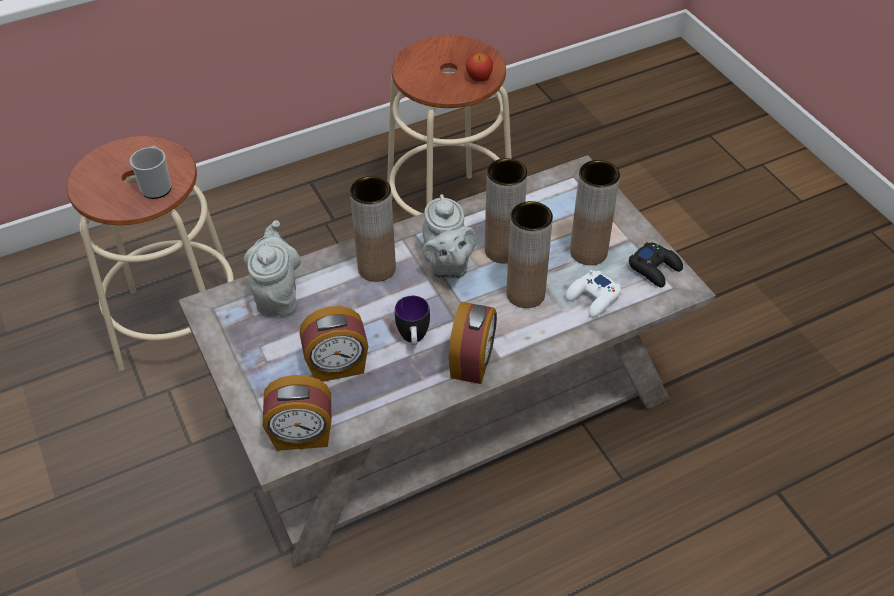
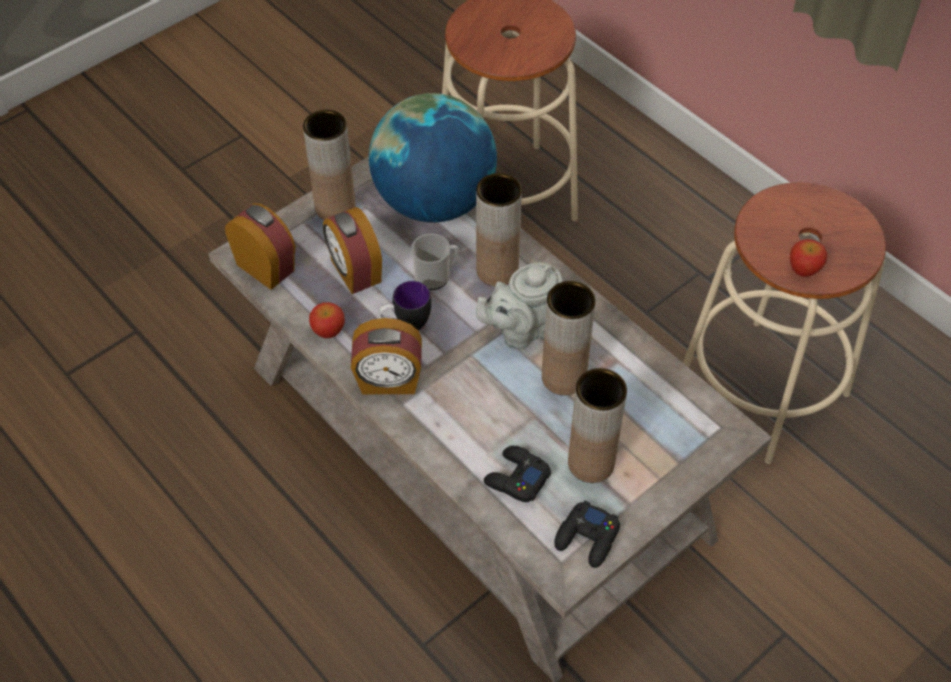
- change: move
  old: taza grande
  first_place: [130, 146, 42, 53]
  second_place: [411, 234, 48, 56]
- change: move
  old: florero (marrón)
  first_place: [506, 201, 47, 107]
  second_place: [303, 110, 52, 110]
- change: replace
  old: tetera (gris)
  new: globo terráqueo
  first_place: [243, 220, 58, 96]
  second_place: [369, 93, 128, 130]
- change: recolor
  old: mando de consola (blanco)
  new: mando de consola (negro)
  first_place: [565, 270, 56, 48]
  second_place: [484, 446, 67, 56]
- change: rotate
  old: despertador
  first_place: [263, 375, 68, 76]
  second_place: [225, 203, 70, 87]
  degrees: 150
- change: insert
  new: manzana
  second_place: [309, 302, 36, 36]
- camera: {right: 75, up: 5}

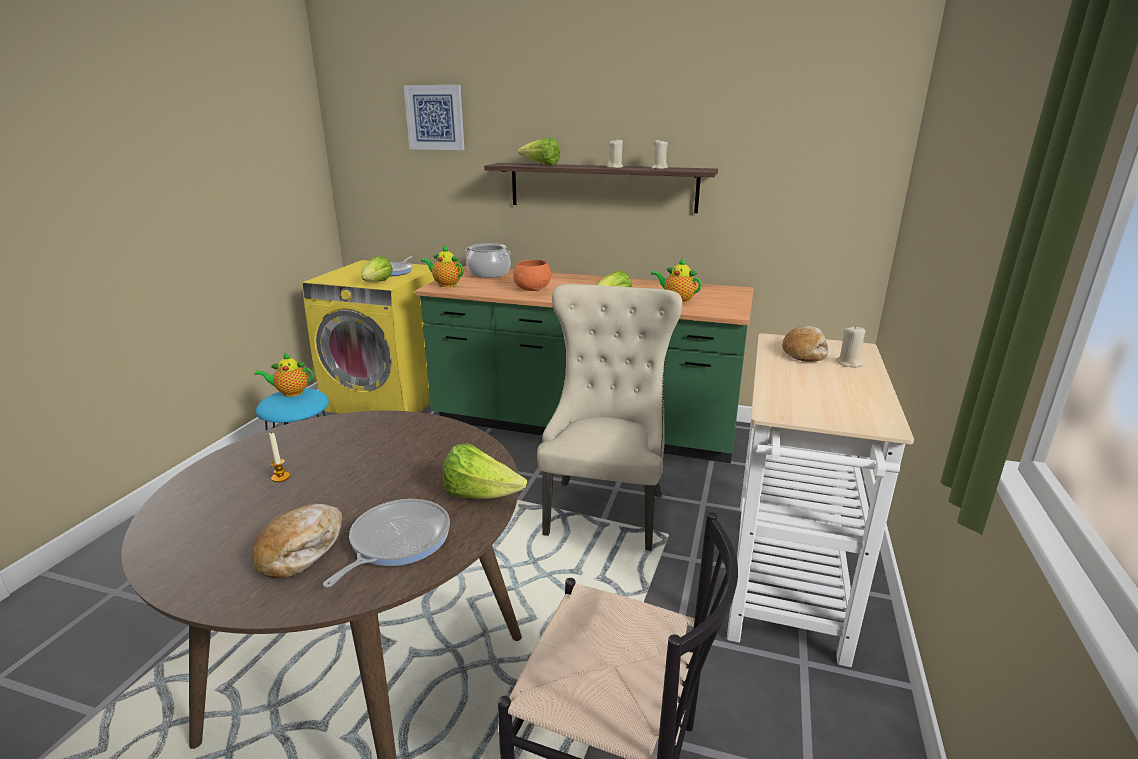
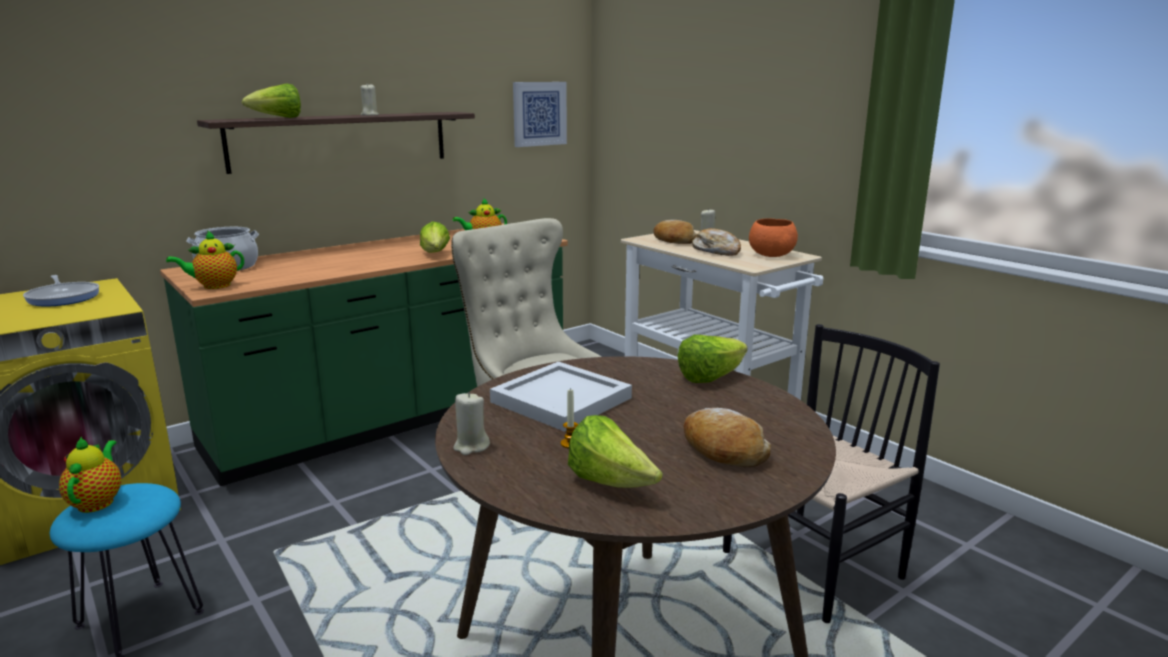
- change: move
  old: cuadro
  first_place: [404, 85, 60, 65]
  second_place: [513, 82, 54, 65]
- change: move
  old: vela (beis)
  first_place: [651, 139, 17, 30]
  second_place: [453, 392, 37, 63]
- change: move
  old: lechuga
  first_place: [361, 256, 32, 26]
  second_place: [568, 415, 95, 73]
- change: move
  old: cuenco (naranja)
  first_place: [513, 260, 38, 31]
  second_place: [749, 218, 49, 39]
- change: rotate
  old: tetera
  first_place: [254, 352, 59, 45]
  second_place: [59, 436, 62, 77]
  degrees: 150
- change: delete
  old: sartén
  first_place: [323, 499, 127, 88]
- change: insert
  new: pan
  second_place: [692, 228, 49, 28]
- change: insert
  new: bandeja (blanco)
  second_place: [490, 361, 142, 71]
- camera: {right: -55, up: -5}

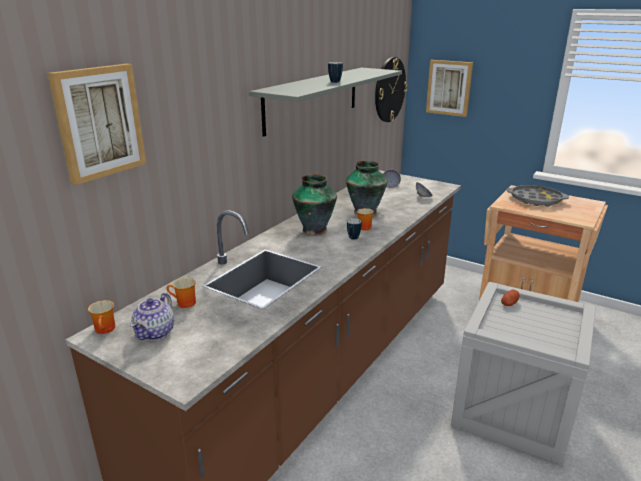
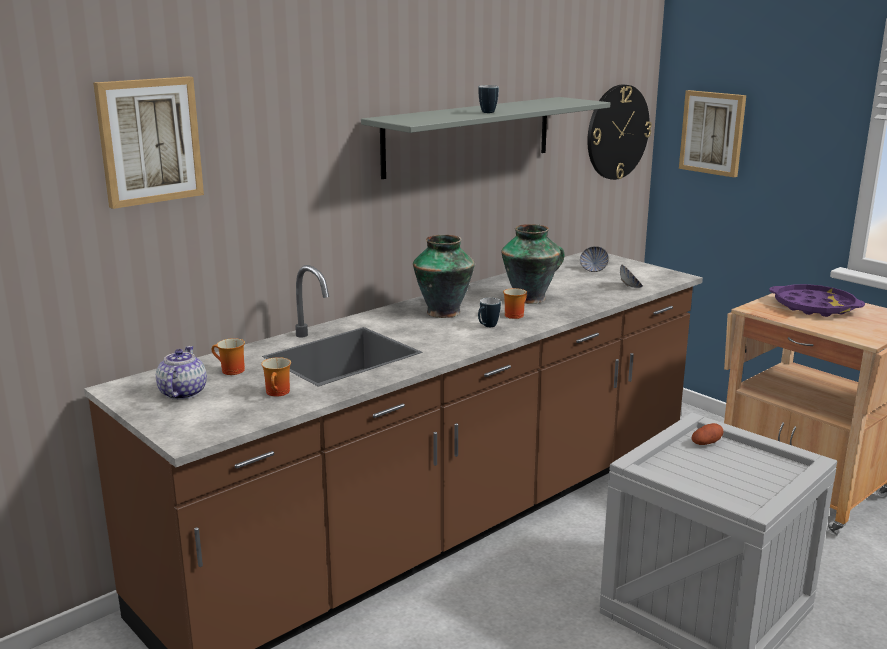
- change: recolor
  old: bandeja (gris)
  new: bandeja (morado)
  first_place: [507, 185, 62, 22]
  second_place: [769, 284, 96, 33]
- change: rotate
  old: tetera
  first_place: [130, 293, 44, 48]
  second_place: [156, 346, 51, 54]
  degrees: 150
- change: move
  old: taza grande
  first_place: [88, 300, 27, 34]
  second_place: [261, 357, 30, 40]
- camera: {right: 15, up: -5}

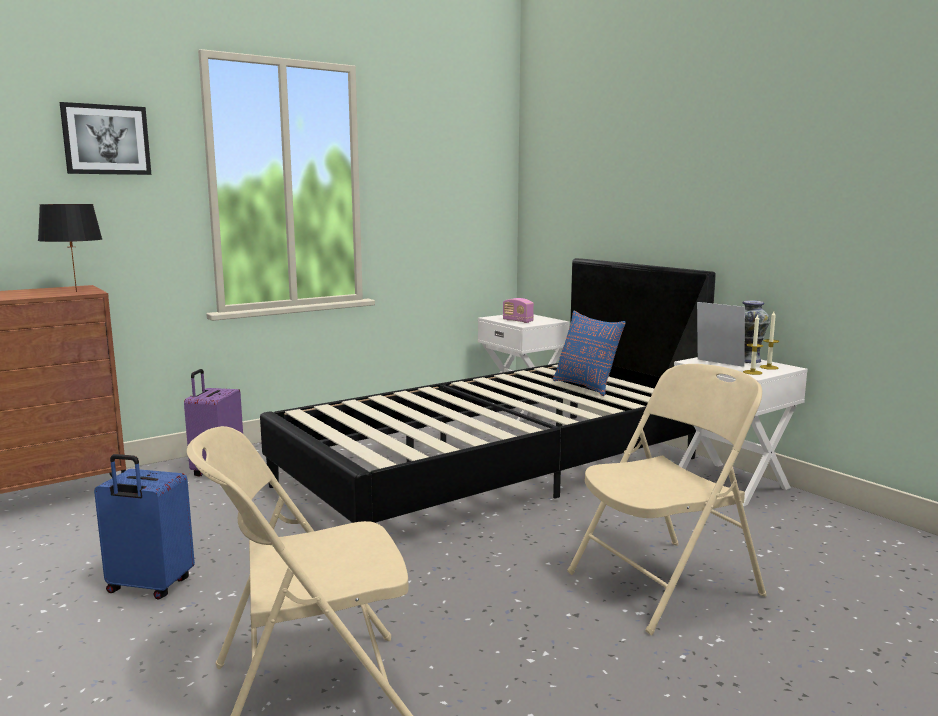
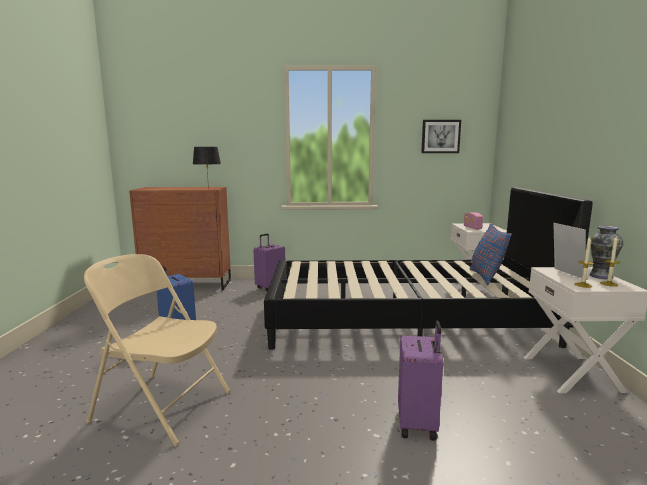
- change: move
  old: cuadro
  first_place: [60, 102, 91, 73]
  second_place: [421, 120, 40, 33]
- change: replace
  old: silla (beis)
  new: maleta (morado)
  first_place: [567, 364, 199, 272]
  second_place: [398, 321, 45, 120]
- camera: {right: 35, up: 0}

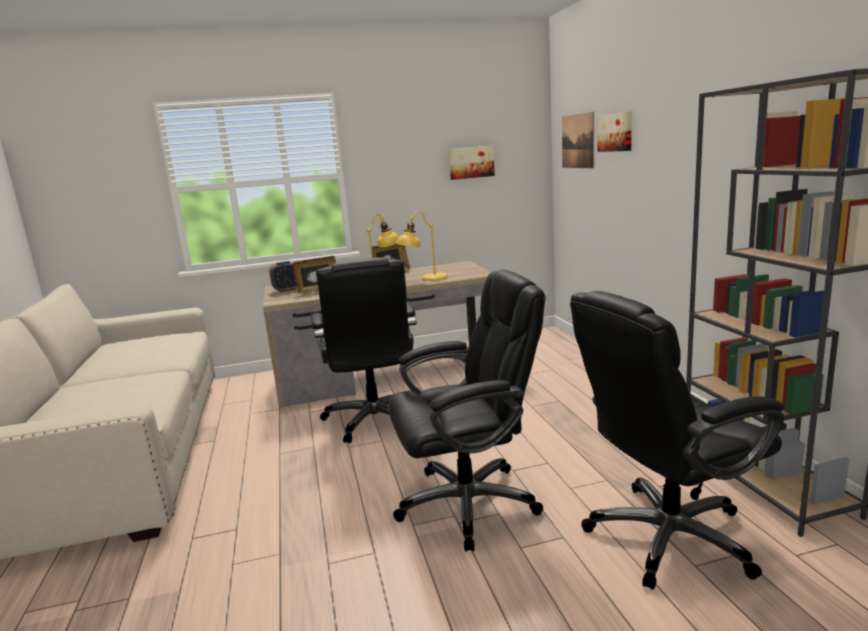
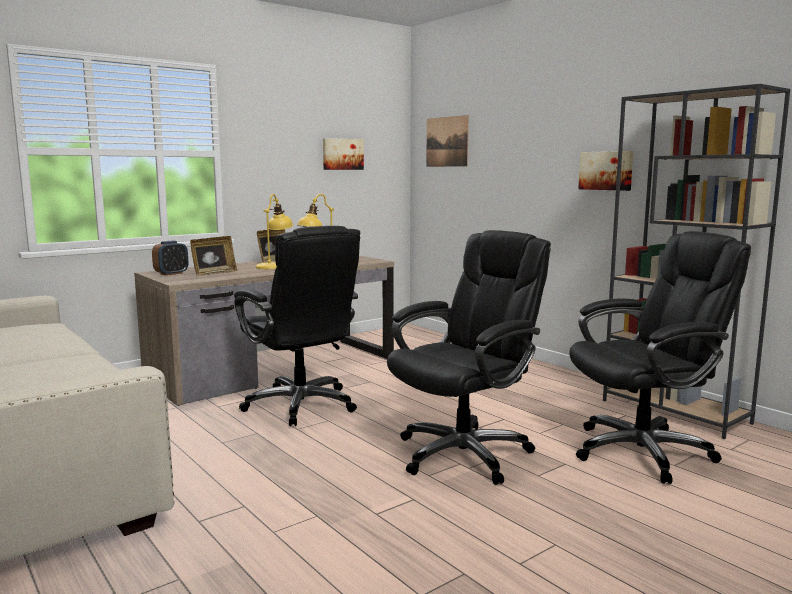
- change: move
  old: cuadro
  first_place: [598, 111, 34, 41]
  second_place: [578, 151, 55, 40]
- change: rotate
  old: silla de oficina (negro)
  first_place: [570, 291, 215, 299]
  second_place: [569, 231, 182, 253]
  degrees: -150
- camera: {right: -25, up: -5}

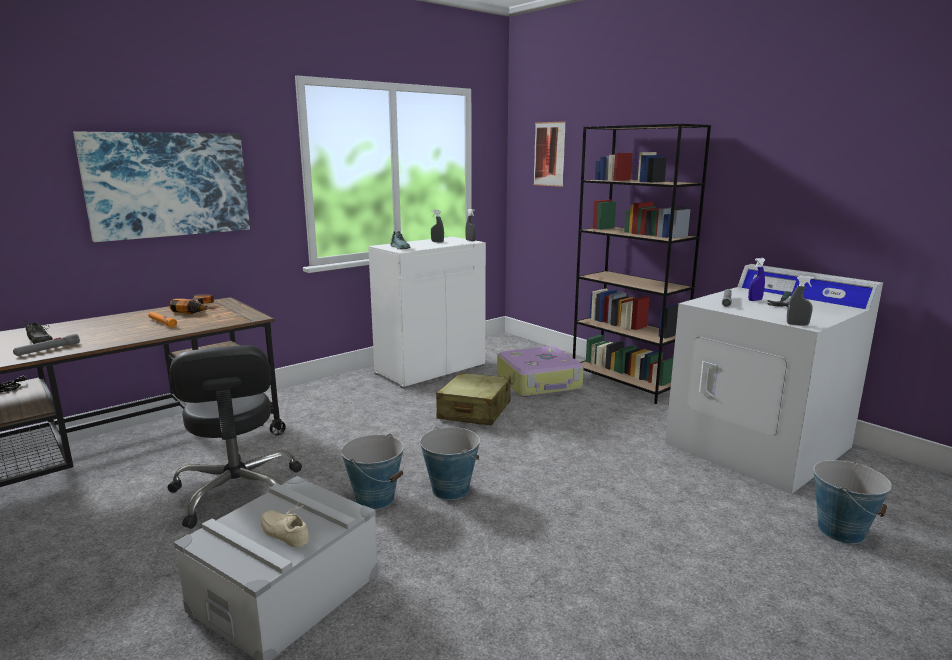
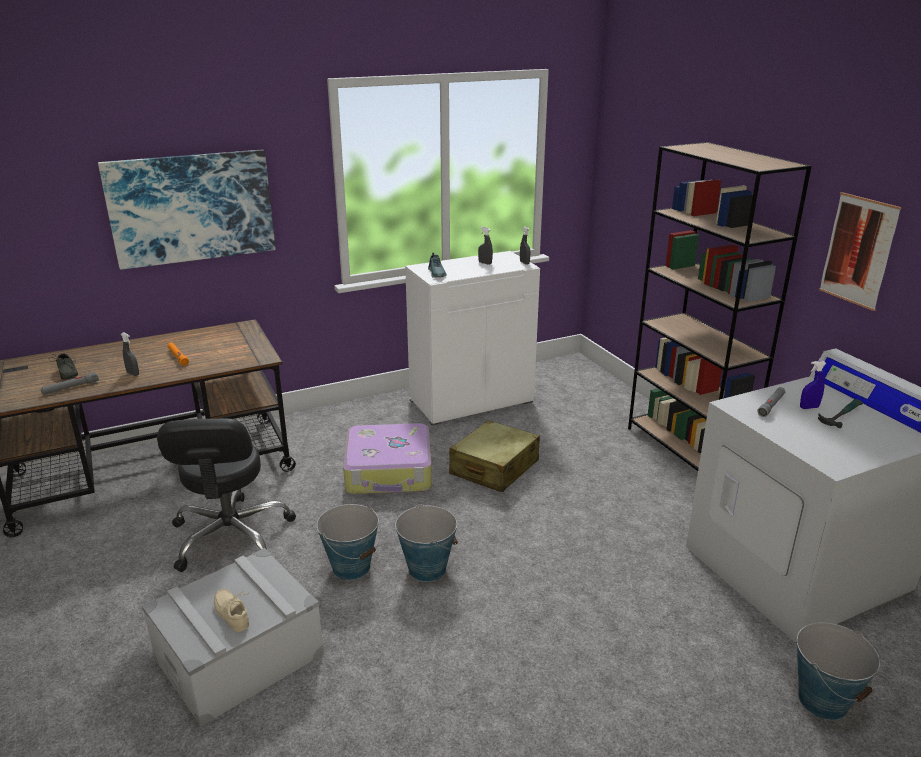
- change: move
  old: cuadro
  first_place: [533, 121, 33, 66]
  second_place: [819, 192, 83, 119]
- change: move
  old: pulverizador (gris)
  first_place: [787, 276, 27, 50]
  second_place: [121, 332, 18, 44]
- change: delete
  old: taladro
  first_place: [169, 295, 45, 19]
- change: move
  old: maleta
  first_place: [497, 346, 87, 51]
  second_place: [343, 423, 89, 72]
- camera: {right: 15, up: 10}

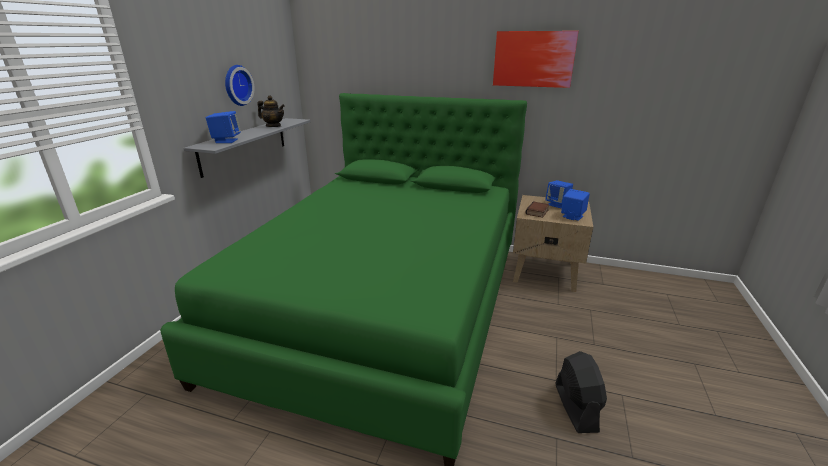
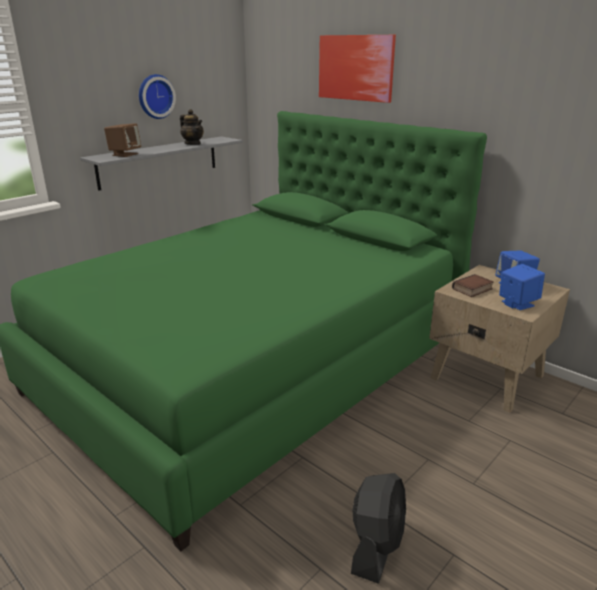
- change: move
  old: cuadro
  first_place: [493, 31, 86, 57]
  second_place: [319, 35, 77, 68]
- change: recolor
  old: altavoz (azul)
  new: altavoz (marrón)
  first_place: [206, 111, 35, 32]
  second_place: [104, 123, 37, 34]
- camera: {right: 25, up: 0}

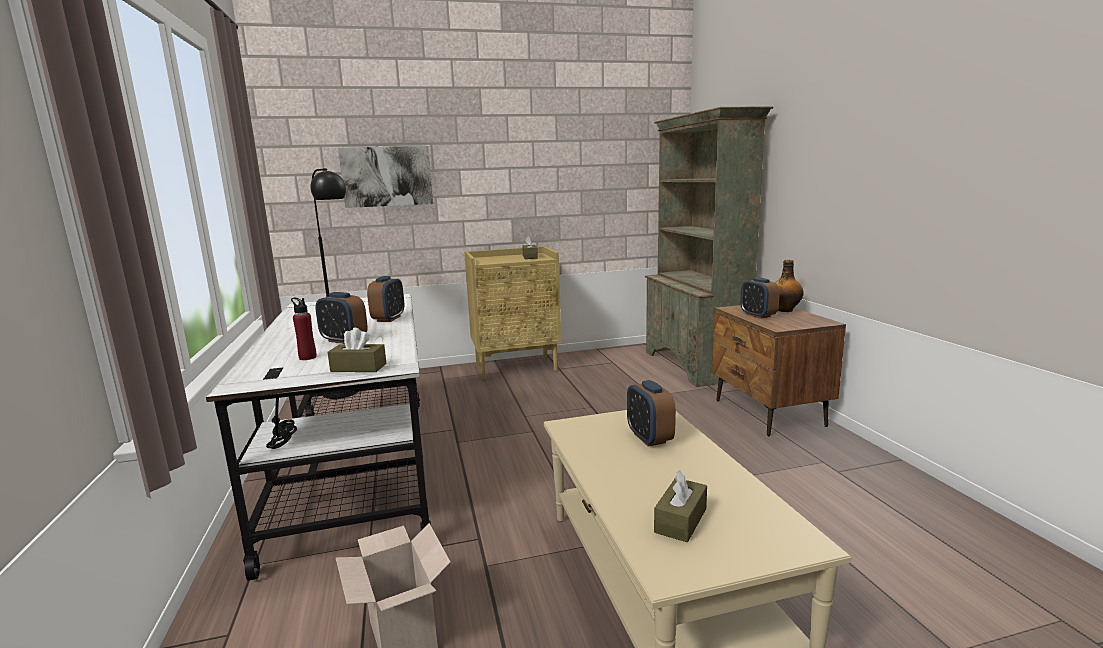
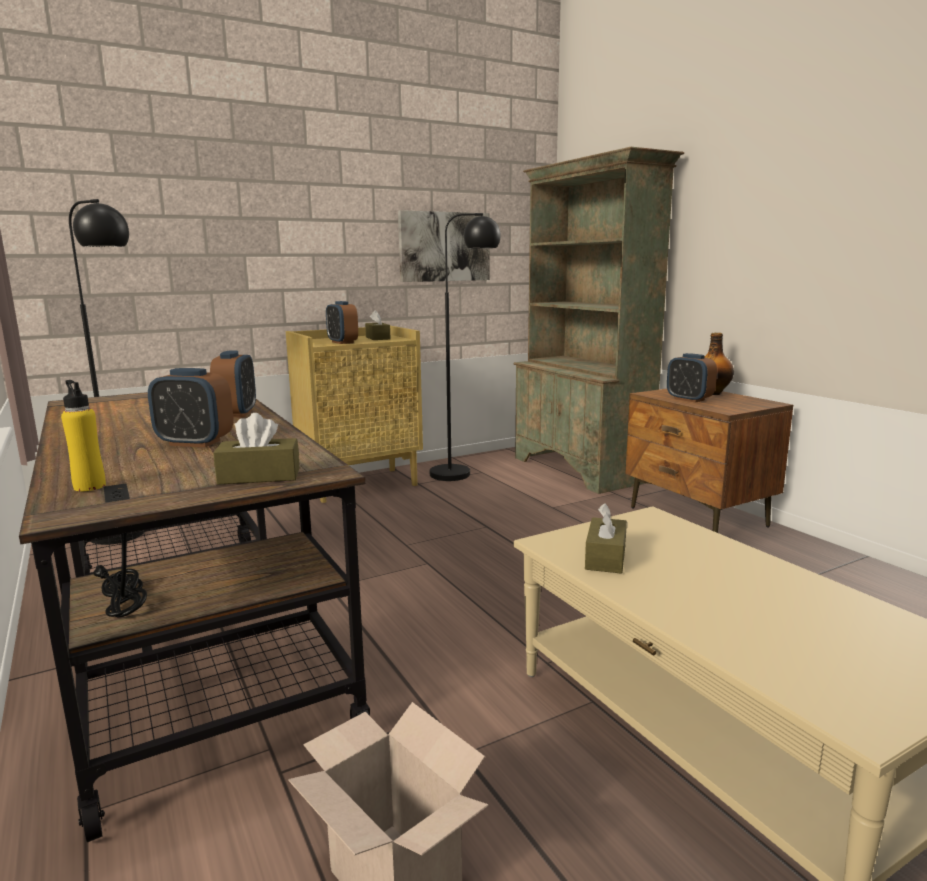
- change: move
  old: cuadro
  first_place: [338, 146, 95, 62]
  second_place: [398, 210, 92, 72]
- change: recolor
  old: escritorio (blanco)
  new: escritorio (marrón)
  first_place: [206, 294, 225, 287]
  second_place: [19, 392, 351, 450]
- change: delete
  old: botella (rojo)
  first_place: [291, 298, 26, 62]
- change: move
  old: despertador
  first_place: [627, 380, 49, 67]
  second_place: [326, 301, 32, 43]
- change: move
  old: caja de pañuelos (marrón)
  first_place: [654, 470, 53, 72]
  second_place: [585, 503, 42, 71]
- change: insert
  new: lámpara de pie (negro)
  second_place: [430, 213, 70, 268]
- change: insert
  new: botella (amarillo)
  second_place: [61, 380, 45, 111]
- camera: {right: -15, up: 0}

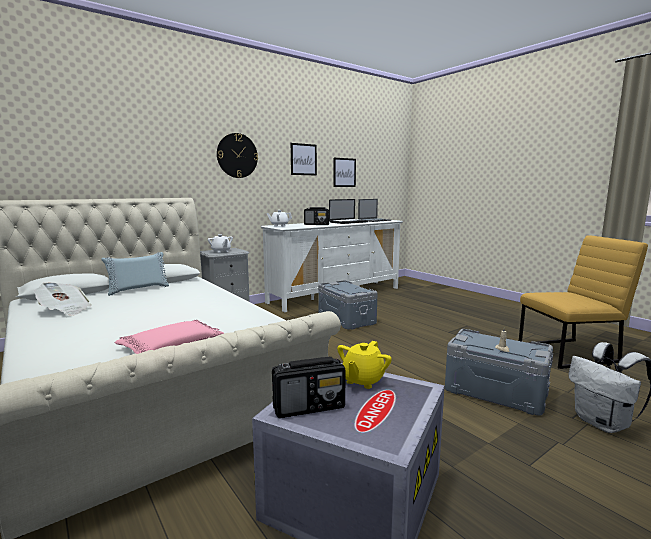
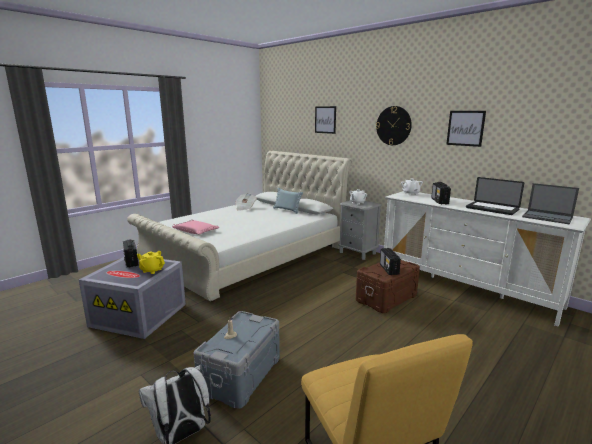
- change: move
  old: cuadro
  first_place: [333, 158, 23, 29]
  second_place: [315, 106, 21, 28]
- change: recolor
  old: caja de almacenaje (gris)
  new: caja de almacenaje (marrón)
  first_place: [318, 280, 59, 50]
  second_place: [356, 260, 64, 53]
- change: insert
  new: radio
  second_place: [380, 248, 21, 27]
- camera: {right: 80, up: 5}

